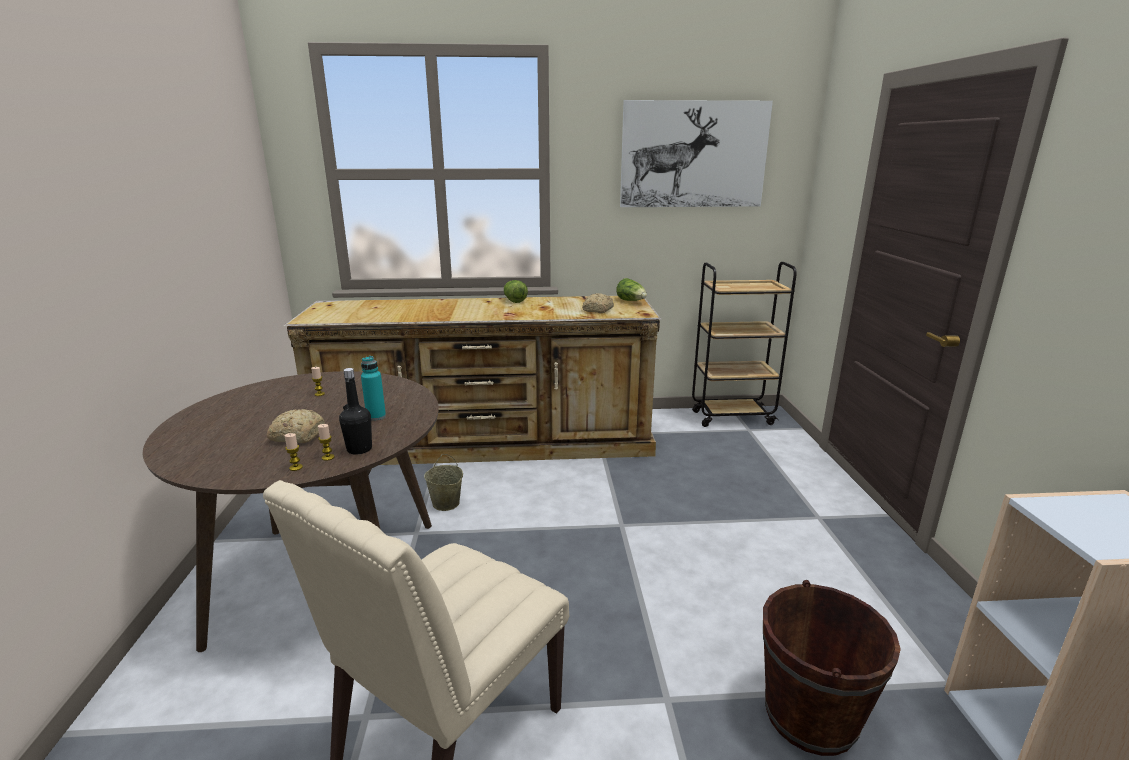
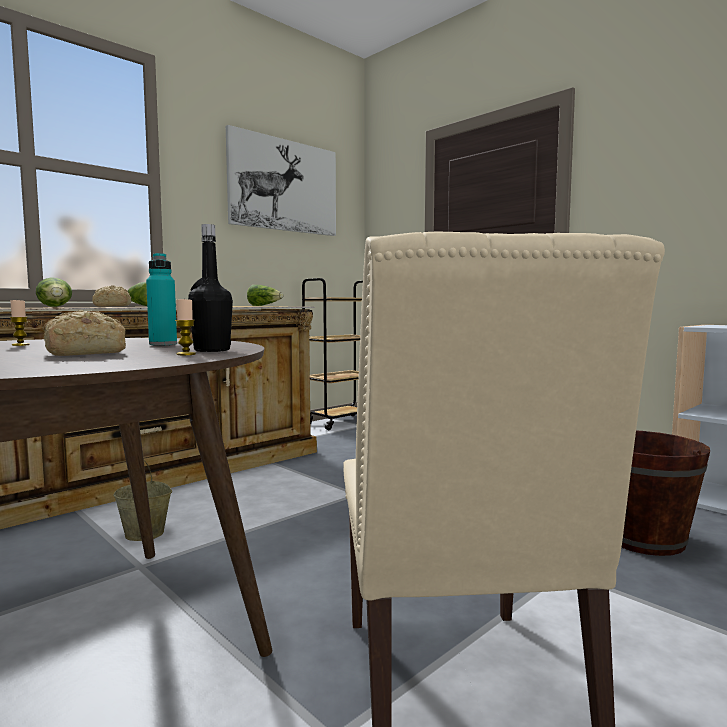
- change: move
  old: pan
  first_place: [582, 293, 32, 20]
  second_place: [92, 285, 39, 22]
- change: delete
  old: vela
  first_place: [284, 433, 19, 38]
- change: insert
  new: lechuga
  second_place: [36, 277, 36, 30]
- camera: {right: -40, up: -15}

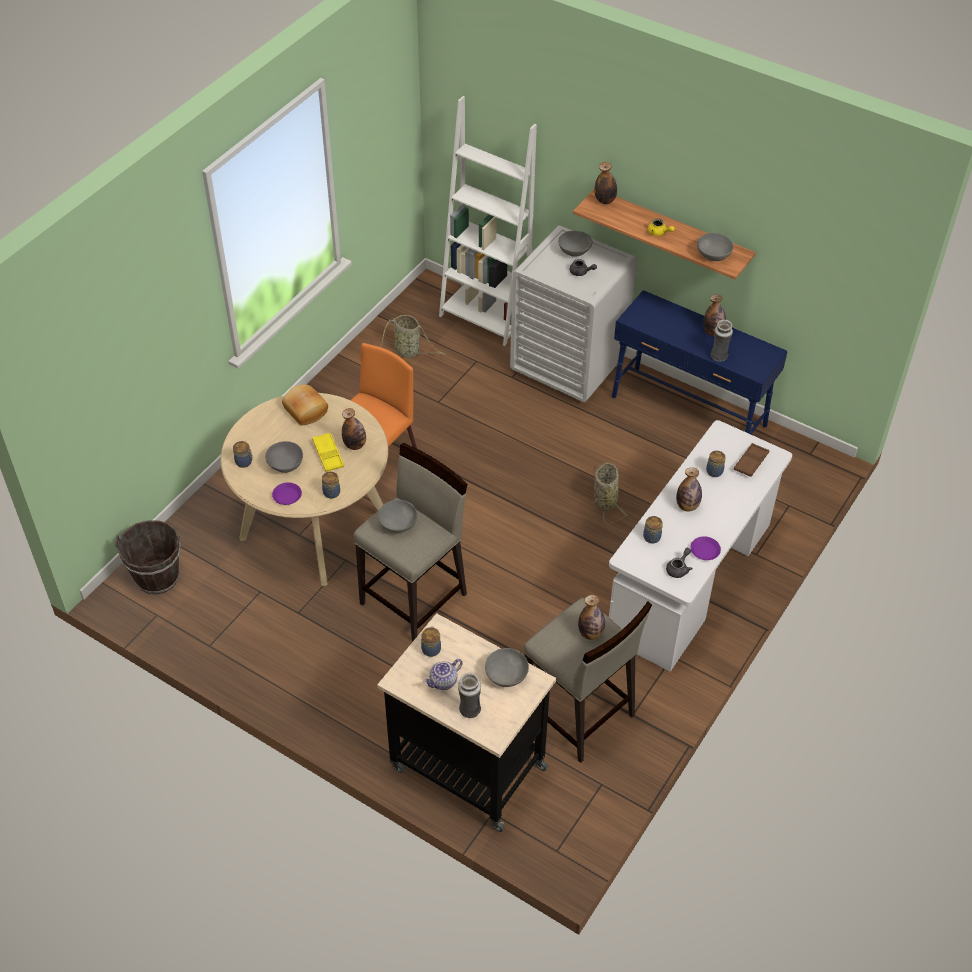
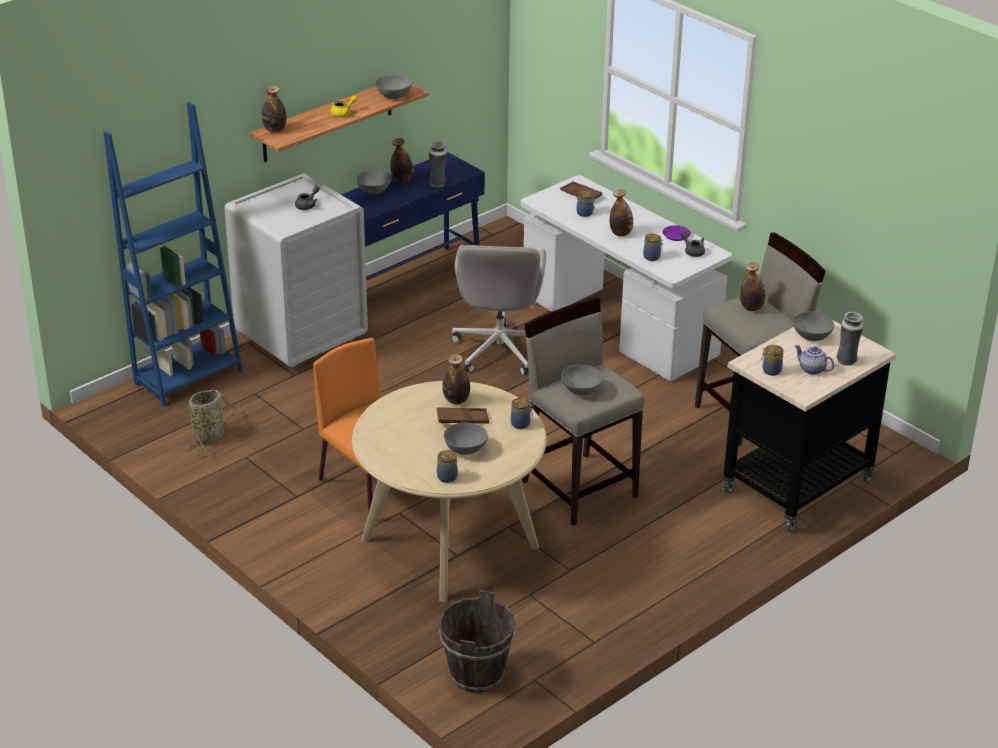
- change: recolor
  old: estantería (blanco)
  new: estantería (azul)
  first_place: [439, 96, 98, 250]
  second_place: [104, 102, 139, 305]
- change: move
  old: cuenco (gris)
  first_place: [558, 231, 35, 26]
  second_place: [356, 170, 36, 24]
- change: delete
  old: pan
  first_place: [282, 385, 46, 41]
- change: recolor
  old: bandeja (amarillo)
  new: bandeja (marrón)
  first_place: [312, 433, 32, 39]
  second_place: [437, 407, 52, 17]
- change: replace
  old: cesta
  new: silla de oficina (gris)
  first_place: [594, 462, 33, 62]
  second_place: [451, 244, 95, 131]
- change: delete
  old: plato (morado)
  first_place: [272, 482, 30, 23]
- change: rotate
  old: tetera
  first_place: [424, 659, 39, 31]
  second_place: [794, 345, 40, 30]
  degrees: 150
- camera: {right: -75, up: -15}

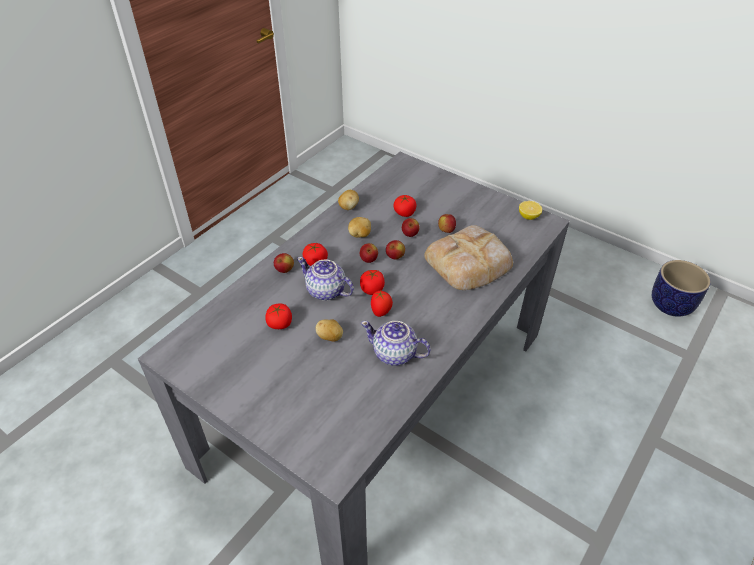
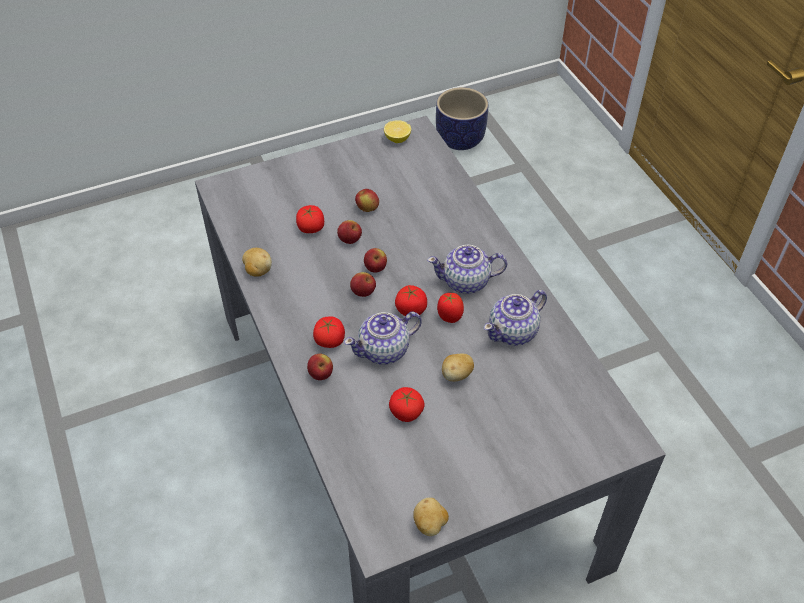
- change: move
  old: patata
  first_place: [348, 217, 23, 21]
  second_place: [413, 497, 36, 39]
- change: delete
  old: pan
  first_place: [424, 225, 89, 65]
- change: insert
  new: tetera
  second_place: [427, 245, 80, 49]
- camera: {right: -60, up: 5}

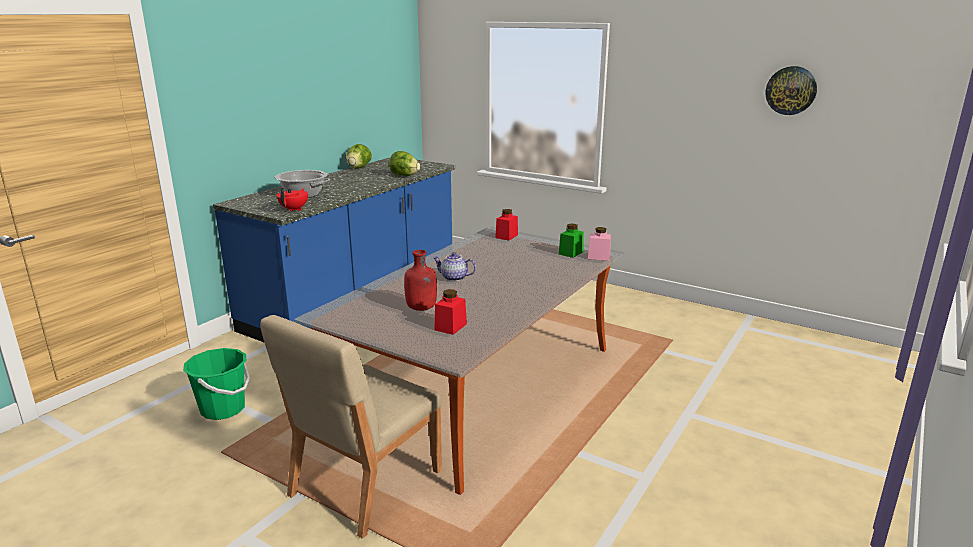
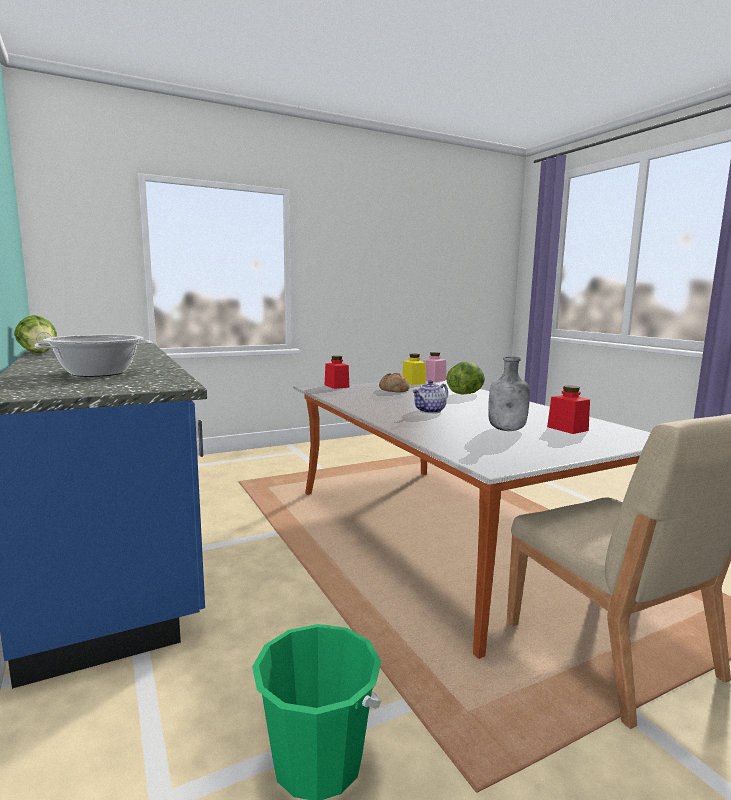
- change: delete
  old: reloj de pared
  first_place: [765, 66, 52, 49]
- change: move
  old: lechuga
  first_place: [389, 151, 31, 25]
  second_place: [446, 361, 39, 34]
- change: delete
  old: tetera (rojo)
  first_place: [276, 187, 32, 25]
- change: recolor
  old: tarro (verde)
  new: tarro (amarillo)
  first_place: [559, 224, 25, 34]
  second_place: [402, 354, 24, 31]
- change: recolor
  old: botella (rojo)
  new: botella (gris)
  first_place: [404, 250, 33, 61]
  second_place: [488, 357, 42, 74]
- change: insert
  new: pan
  second_place: [379, 373, 30, 20]
- camera: {right: -60, up: -10}

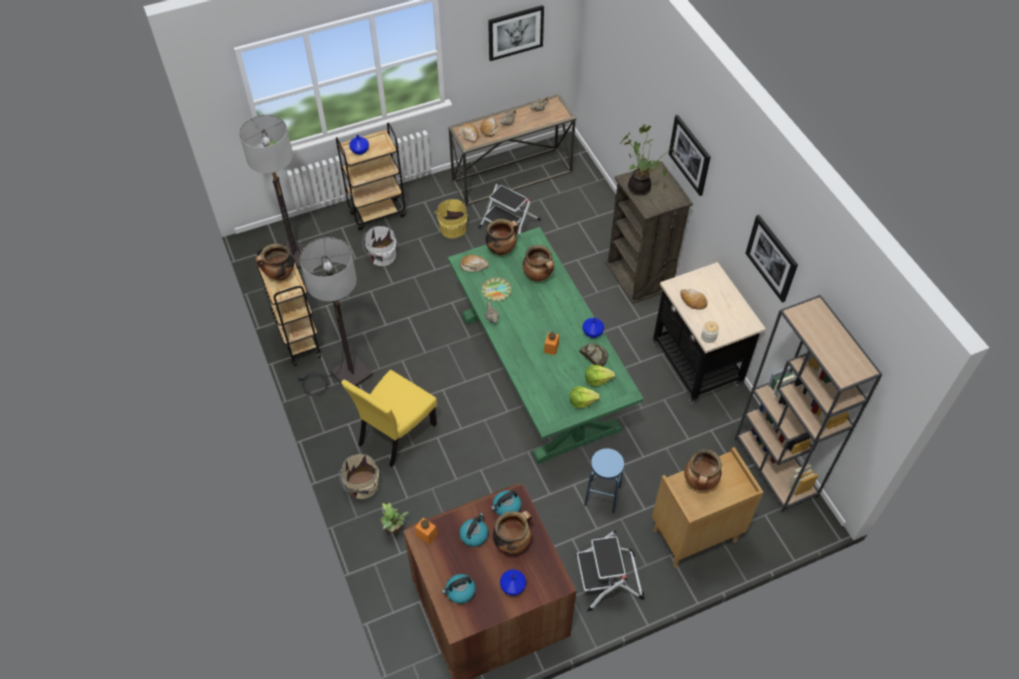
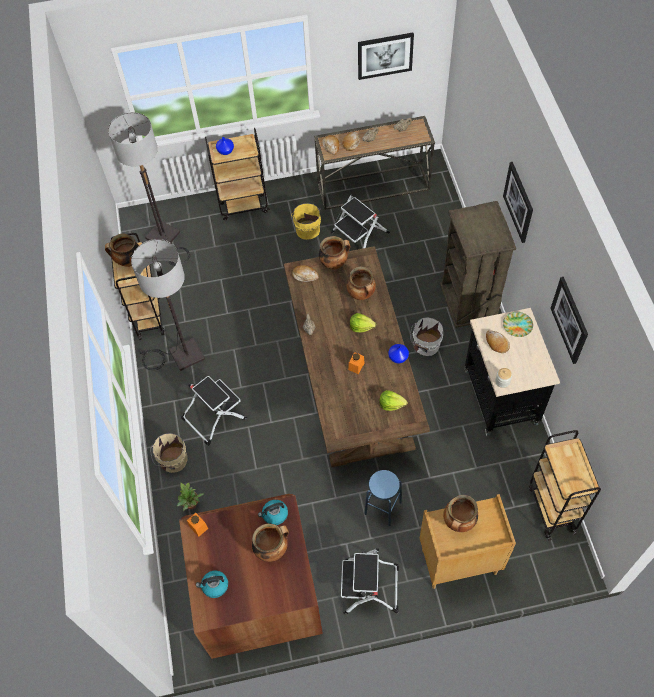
- change: delete
  old: planta en maceta
  first_place: [620, 124, 56, 71]
- change: move
  old: cubo (blanco)
  first_place: [363, 226, 33, 40]
  second_place: [410, 317, 33, 39]
- change: recolor
  old: mesa de comedor (verde)
  new: mesa de comedor (marrón)
  first_place: [448, 227, 196, 237]
  second_place: [284, 246, 146, 221]
- change: move
  old: plato
  first_place: [481, 277, 31, 24]
  second_place: [503, 312, 30, 25]
- change: replace
  old: estantería
  new: carrito (marrón)
  first_place: [735, 295, 148, 217]
  second_place: [529, 430, 72, 111]
- change: delete
  old: pan
  first_place: [579, 343, 29, 23]
- change: replace
  old: silla (amarillo)
  new: escalera de tijera
  first_place: [341, 370, 96, 97]
  second_place: [181, 376, 66, 70]
- change: move
  old: lechuga
  first_place: [570, 386, 30, 22]
  second_place: [350, 313, 26, 20]
- change: delete
  old: hervidor
  first_place: [459, 513, 29, 34]
- change: delete
  old: florero (azul)
  first_place: [500, 569, 26, 27]
- camera: {right: 15, up: 5}

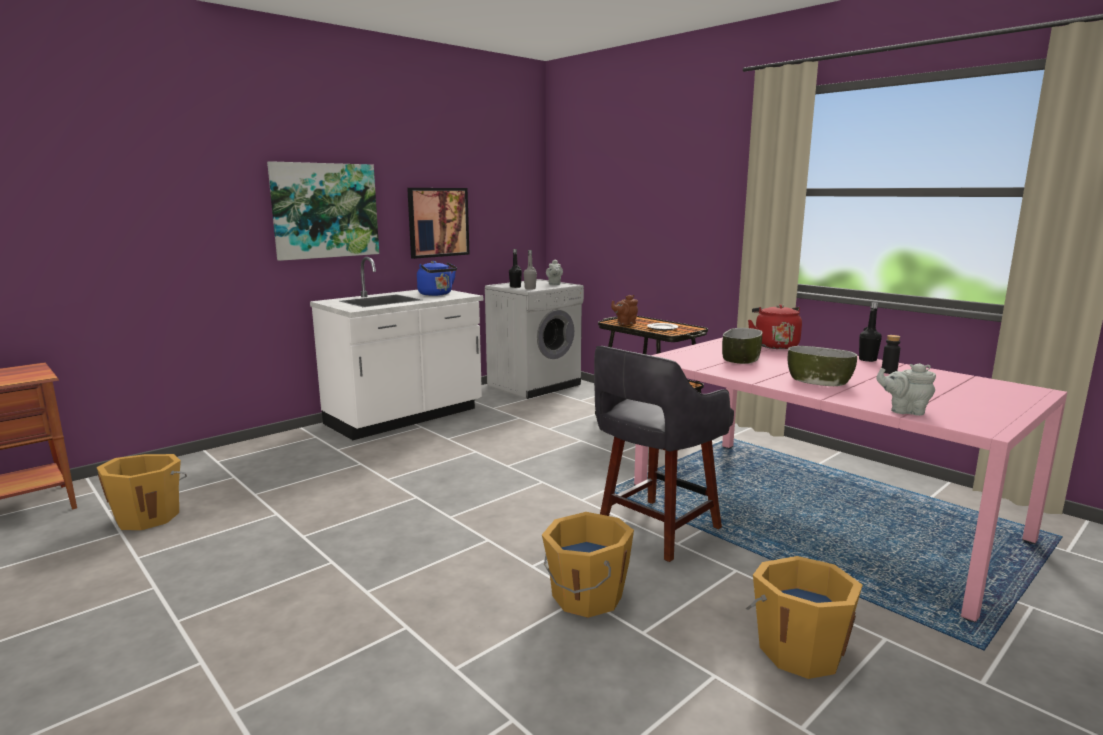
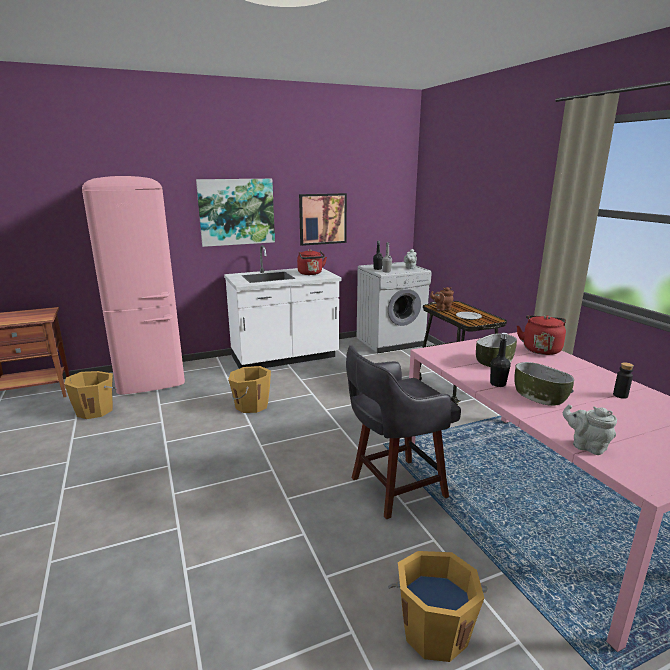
- change: recolor
  old: hervidor (azul)
  new: hervidor (rojo)
  first_place: [417, 261, 40, 35]
  second_place: [297, 249, 30, 26]
- change: move
  old: botella (negro)
  first_place: [859, 302, 23, 60]
  second_place: [490, 333, 21, 54]
- change: move
  old: cubo (naranja)
  first_place: [542, 512, 92, 106]
  second_place: [228, 366, 43, 47]
- change: insert
  new: nevera (rosa)
  second_place: [82, 176, 103, 219]
- camera: {right: 20, up: 5}

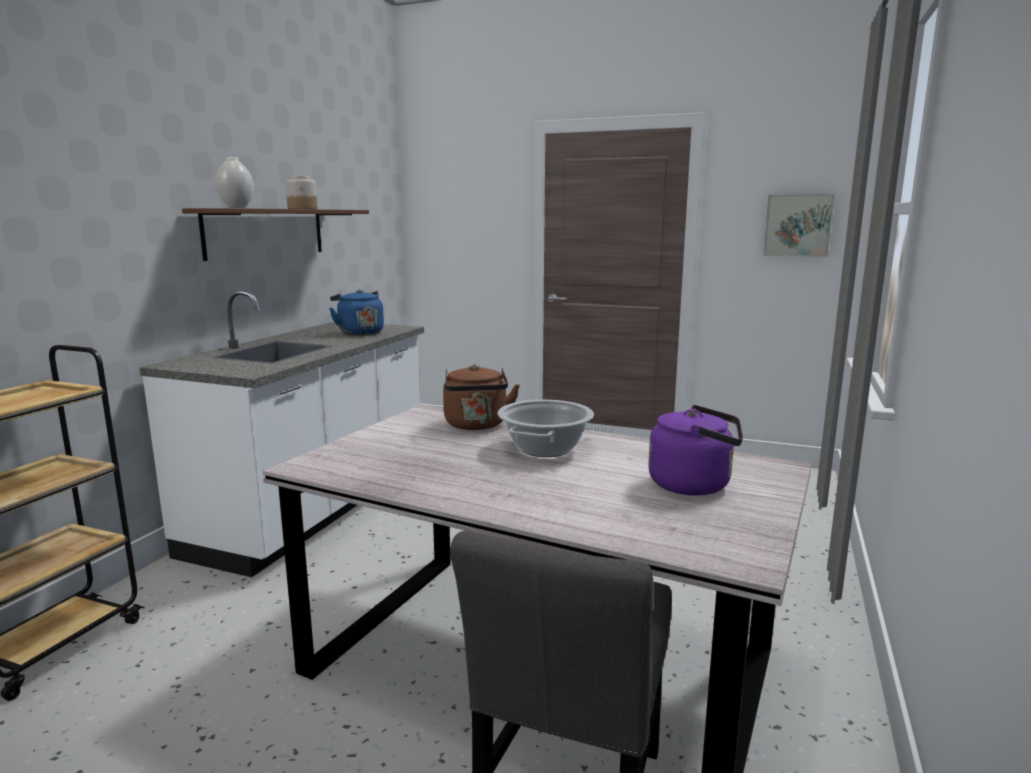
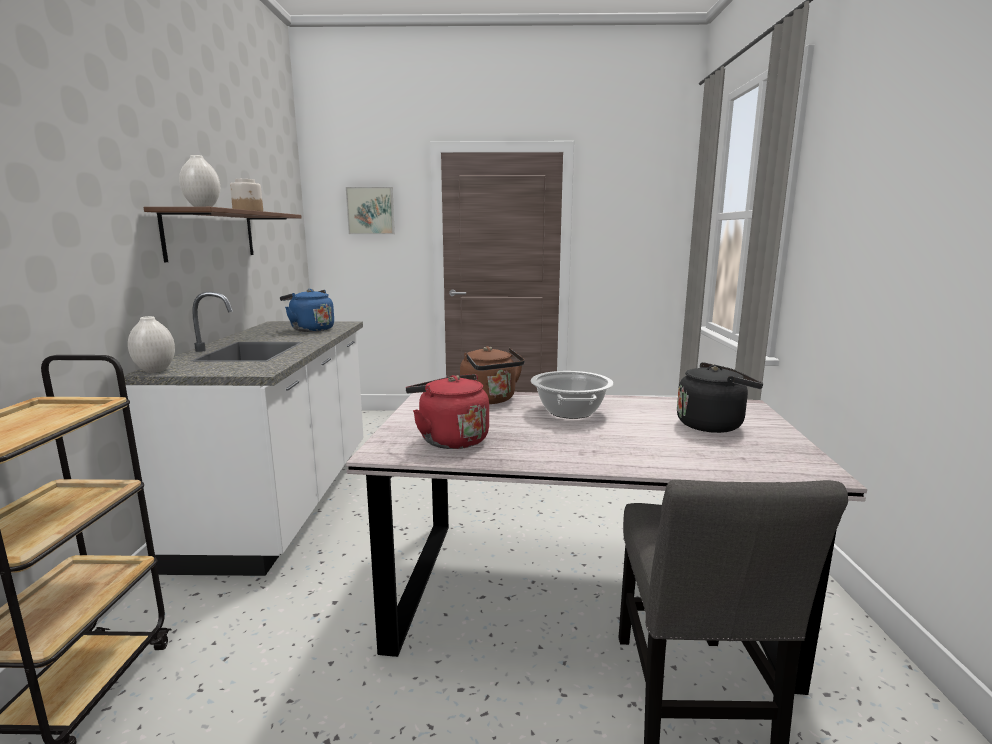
- change: move
  old: cuadro
  first_place: [763, 194, 72, 63]
  second_place: [346, 187, 49, 47]
- change: recolor
  old: hervidor (morado)
  new: hervidor (negro)
  first_place: [648, 405, 95, 91]
  second_place: [677, 362, 86, 71]
- change: insert
  new: florero (blanco)
  second_place: [128, 316, 47, 57]
- change: insert
  new: hervidor (rojo)
  second_place: [406, 374, 83, 75]
- camera: {right: -20, up: 0}

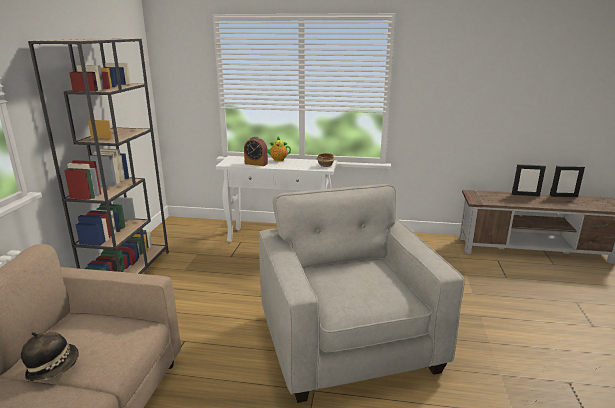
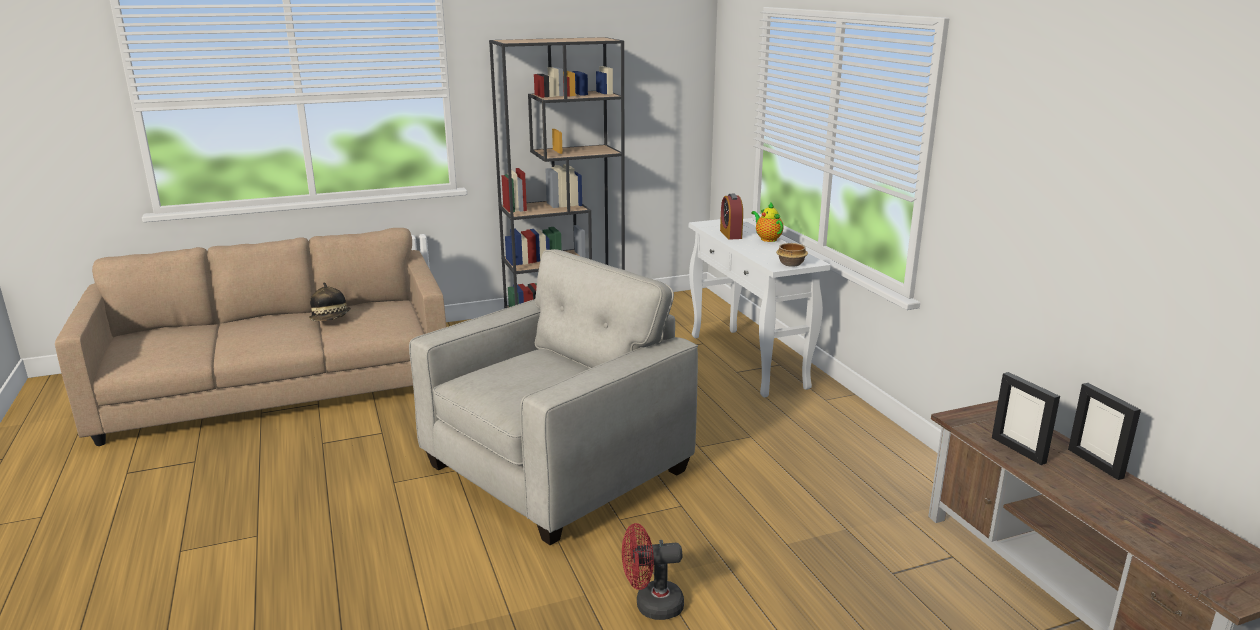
- change: move
  old: portarretratos
  first_place: [550, 166, 35, 31]
  second_place: [992, 372, 68, 93]
- change: insert
  new: ventilador (rojo)
  second_place: [622, 523, 62, 97]
- camera: {right: 60, up: 0}

